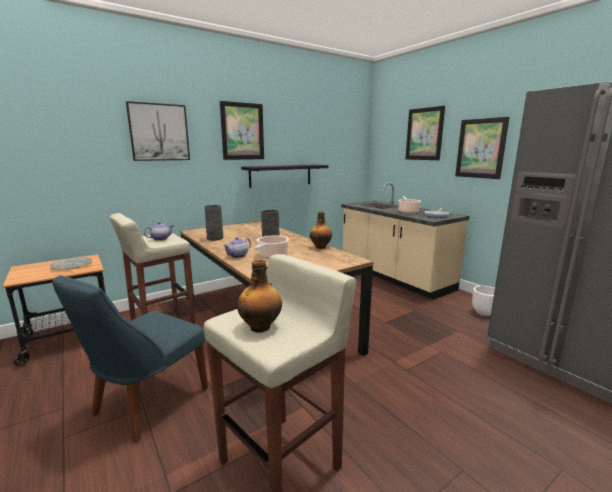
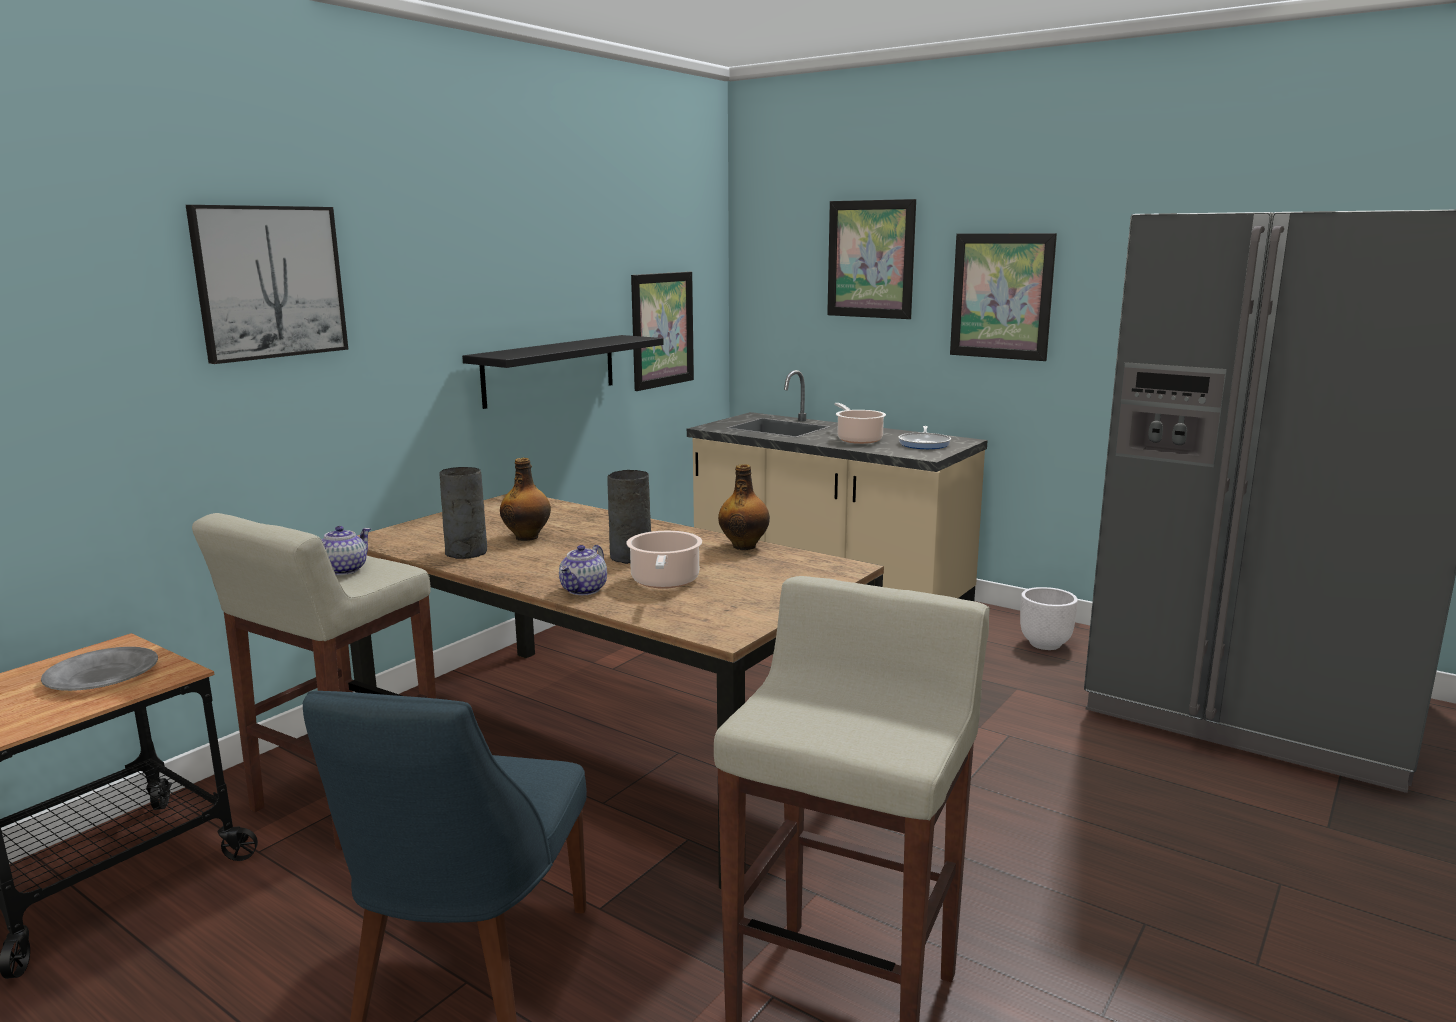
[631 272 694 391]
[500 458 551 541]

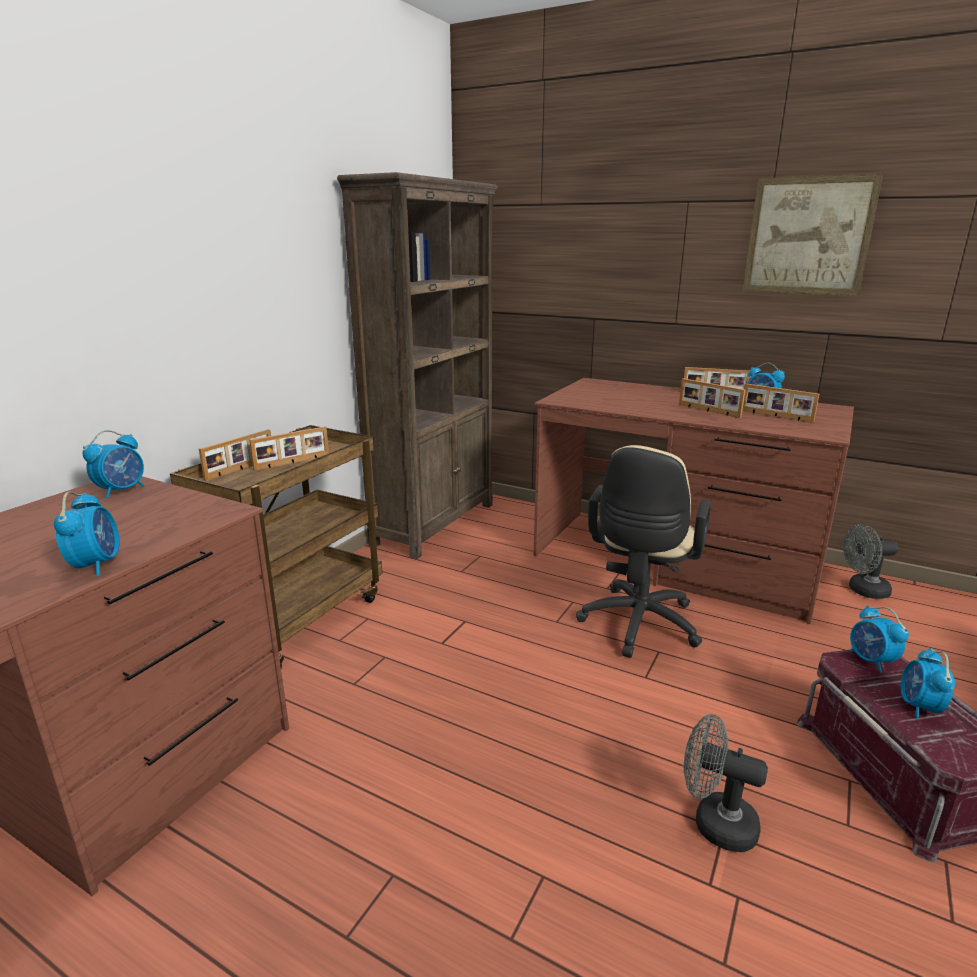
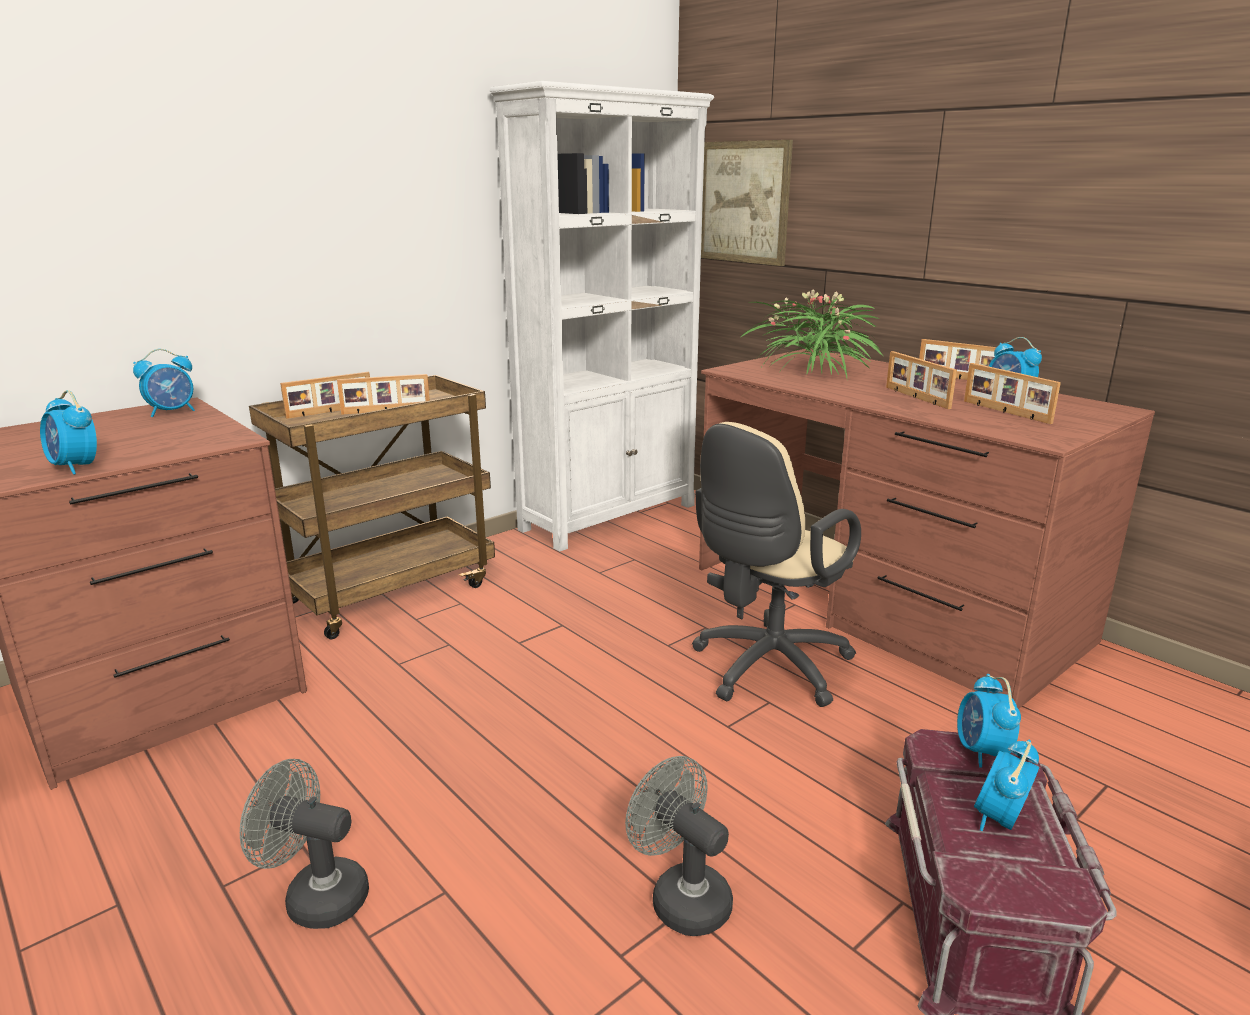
[490 81 714 552]
[701 140 793 266]
[40 390 97 475]
[240 759 369 929]
[741 289 884 378]

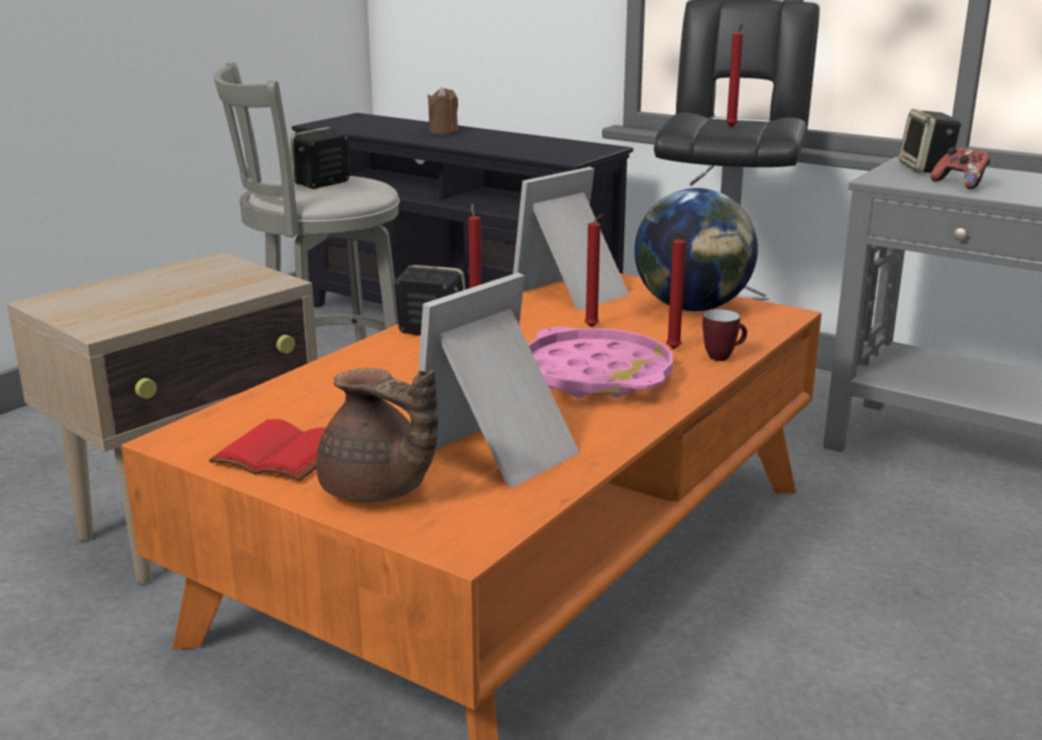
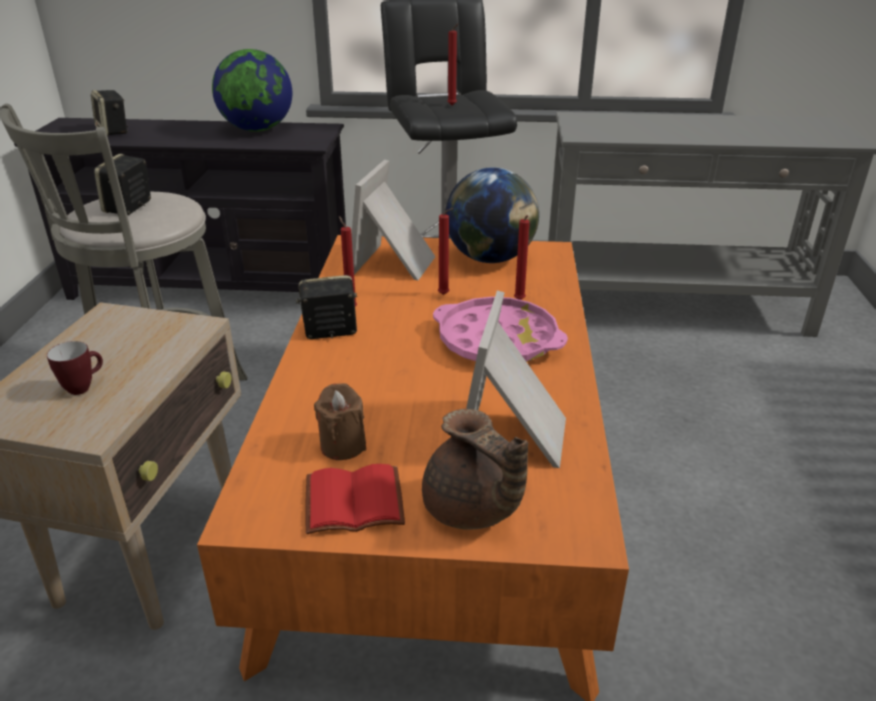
[314 383 366 460]
[91 90 128 136]
[931 147 990 189] (first image)
[47 341 103 395]
[422 409 529 530]
[212 49 292 132]

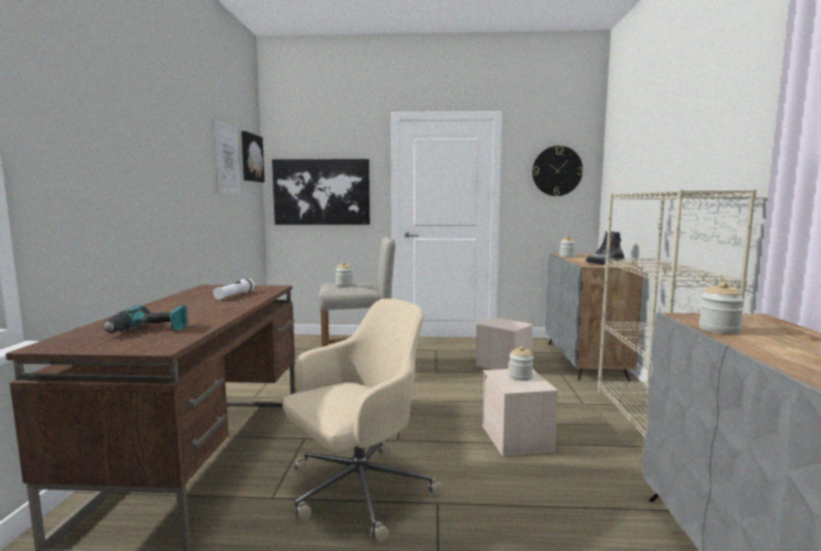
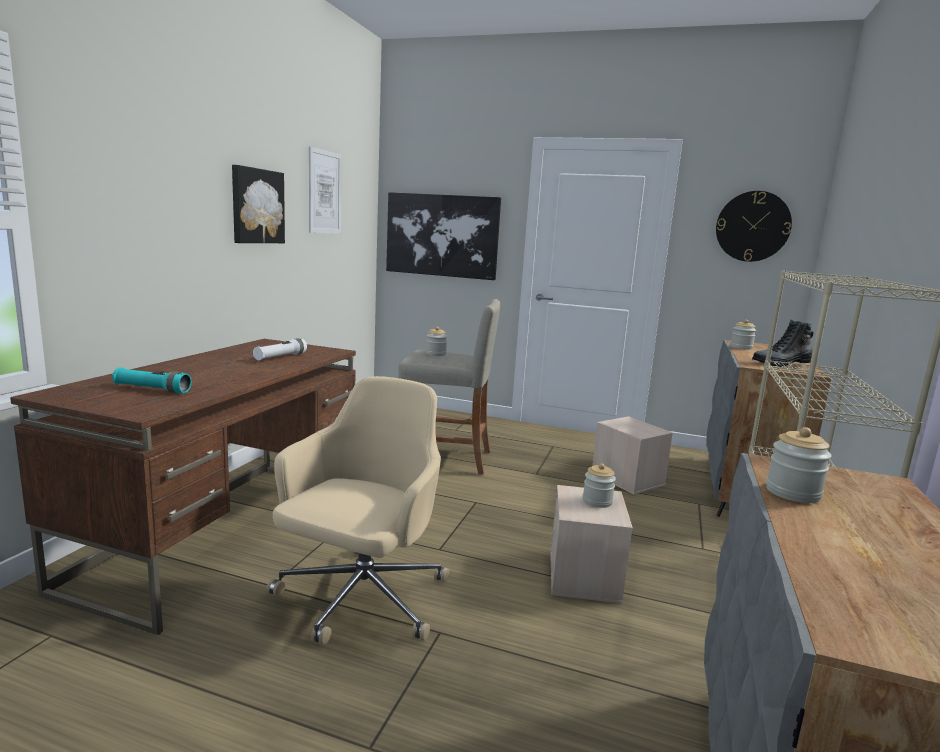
[232 165 285 243]
[266 376 449 645]
[112 367 192 393]

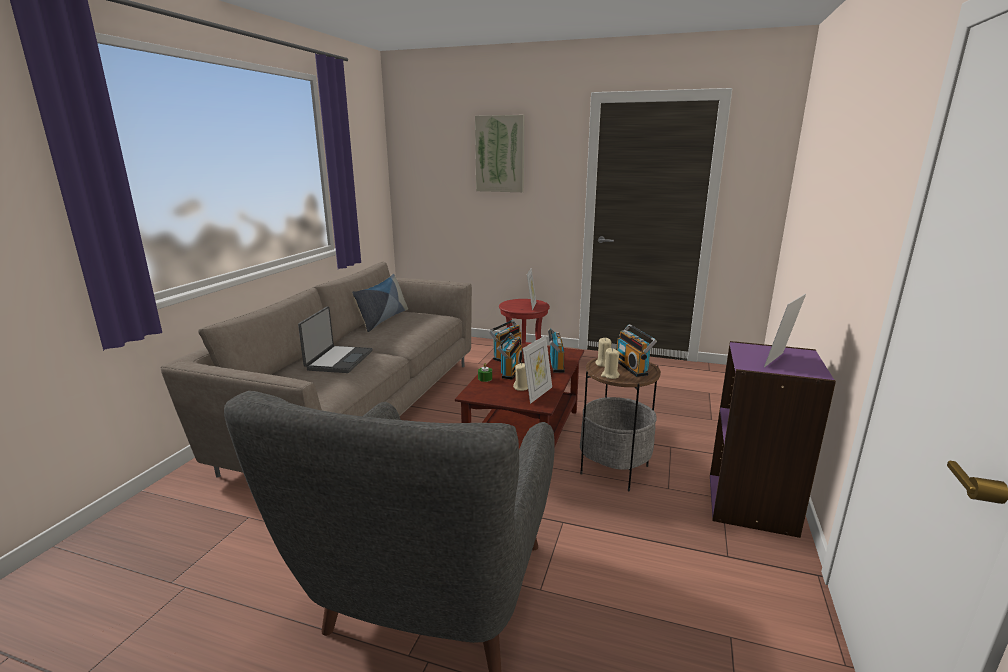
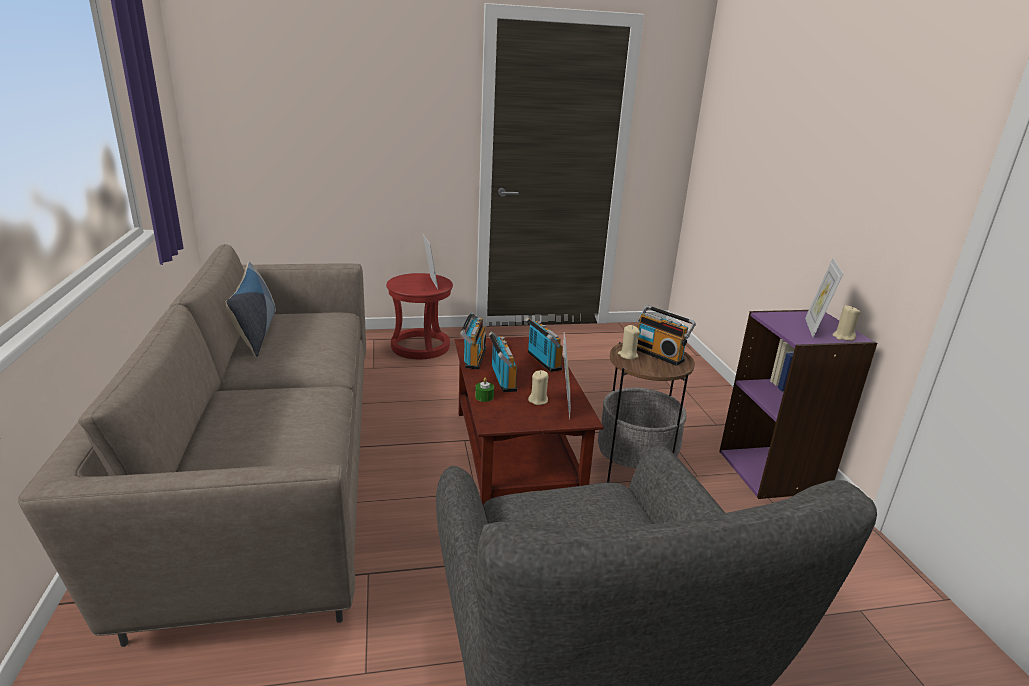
[475 115 524 192] (first image)
[298 306 373 373] (first image)
[833 305 861 341]

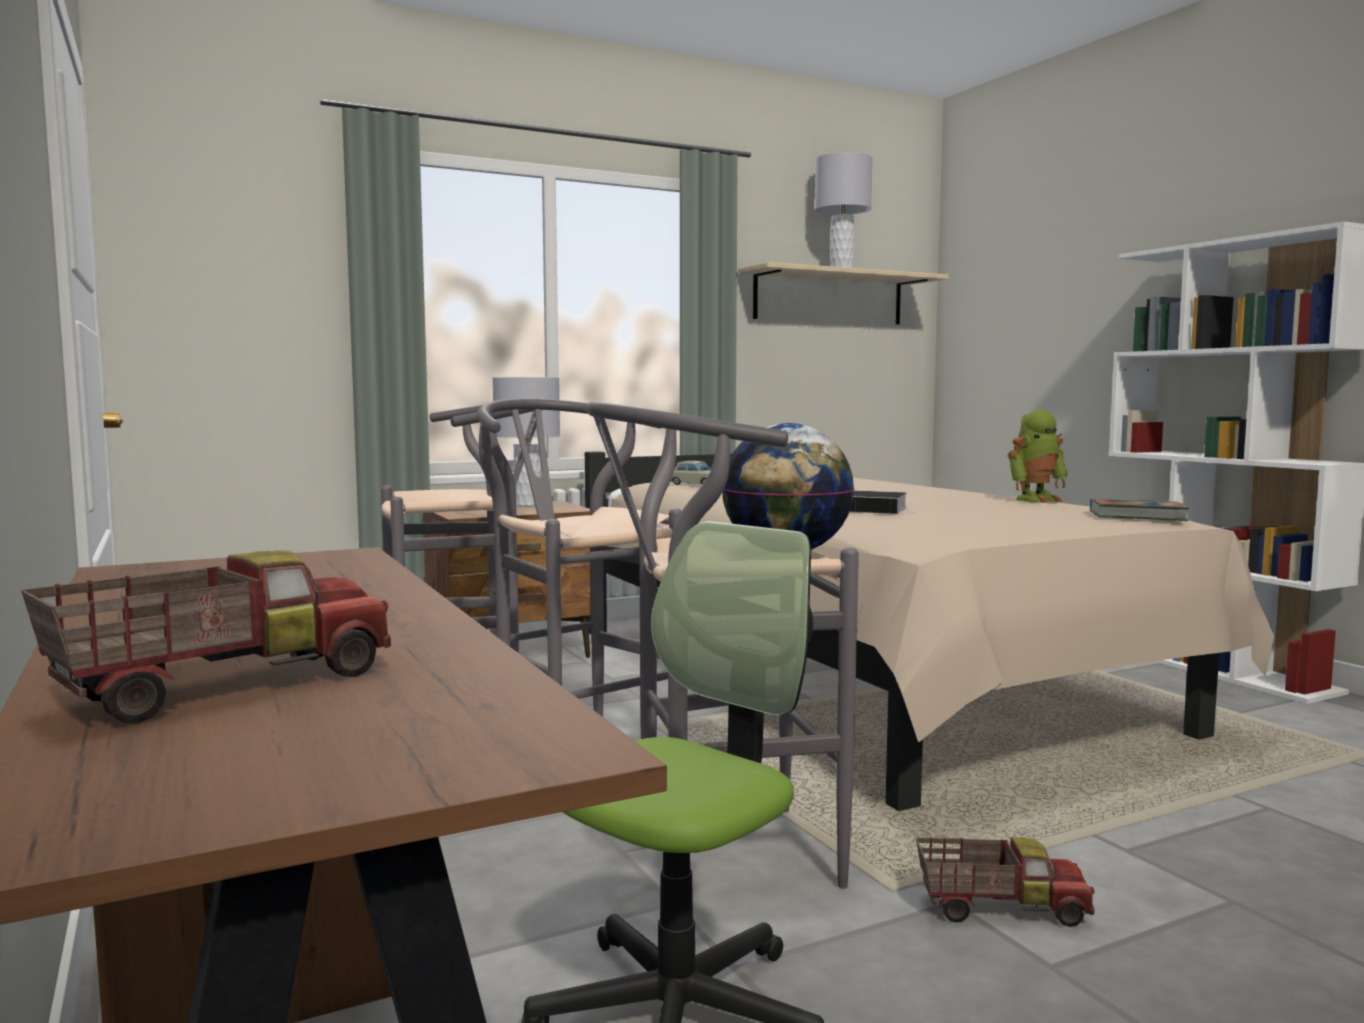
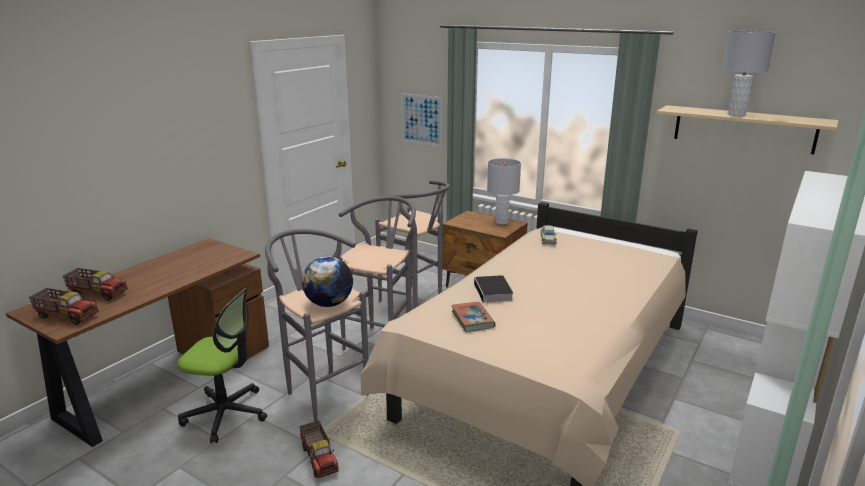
[1008 410 1068 503] (first image)
[451 302 496 332]
[401 93 442 147]
[29 288 99 325]

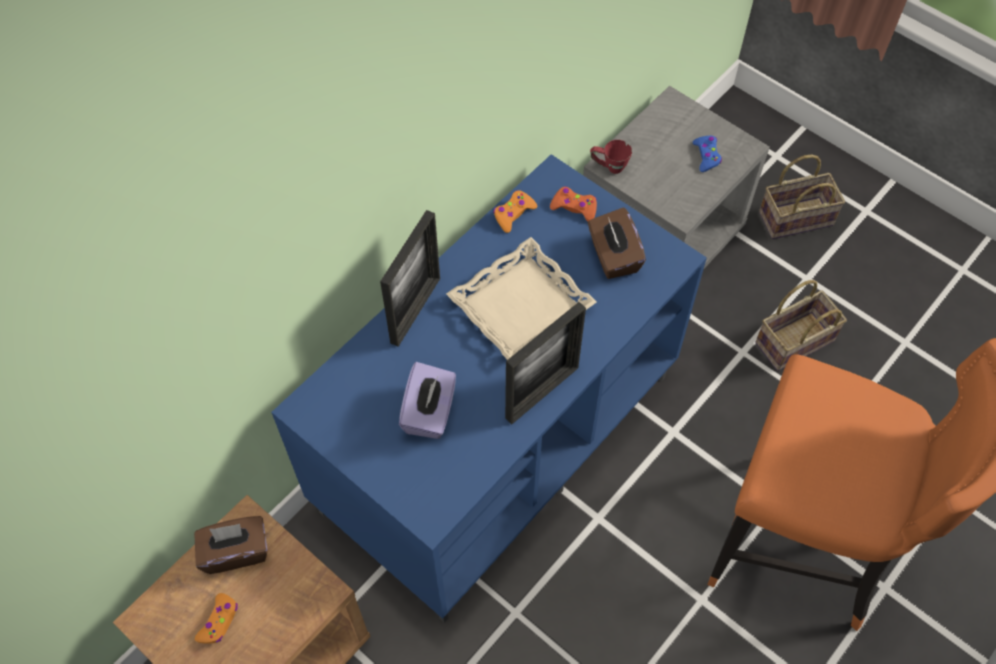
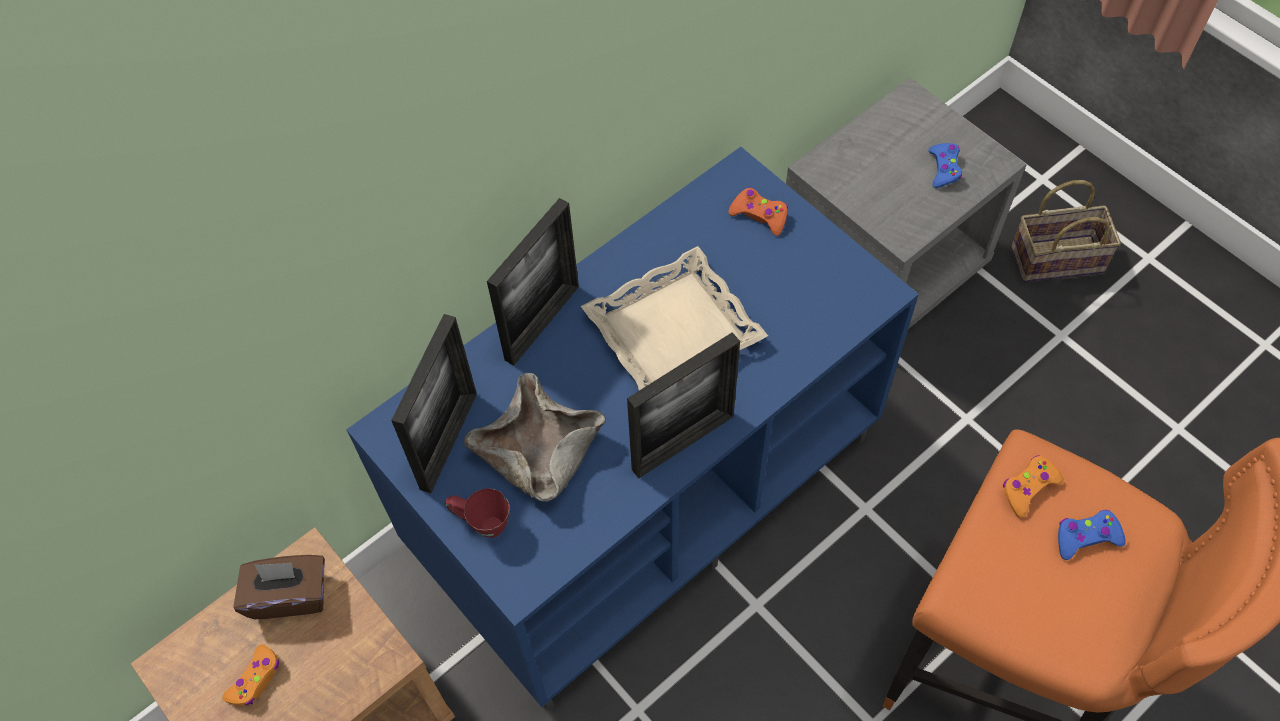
[445 488 510 538]
[1003 455 1064 518]
[588 207 646 279] (first image)
[755 280 847 371] (first image)
[464 373 606 502]
[391 314 477 493]
[1058 510 1126 560]

